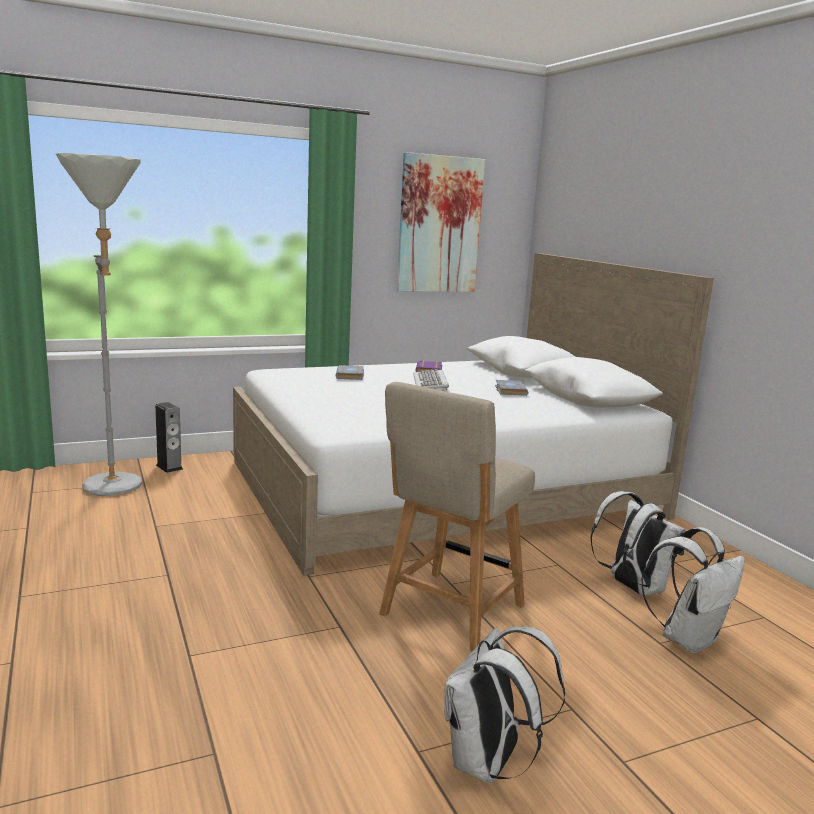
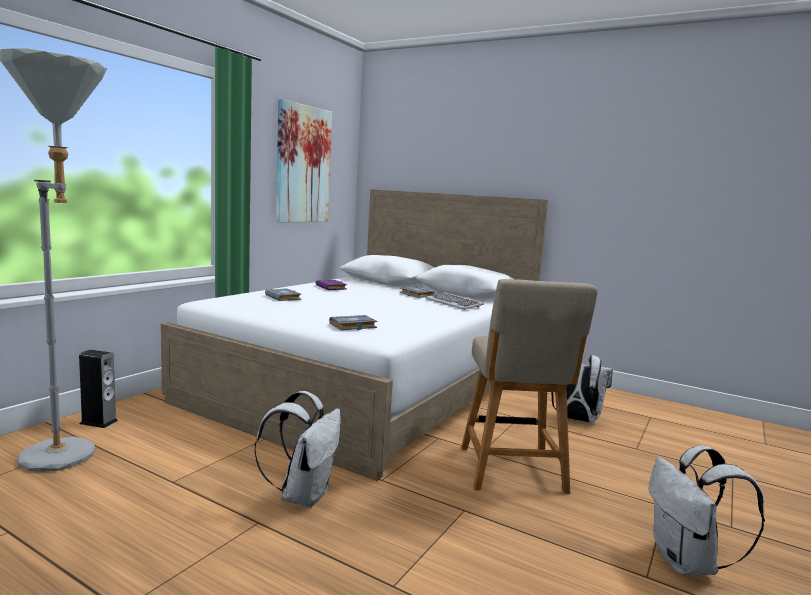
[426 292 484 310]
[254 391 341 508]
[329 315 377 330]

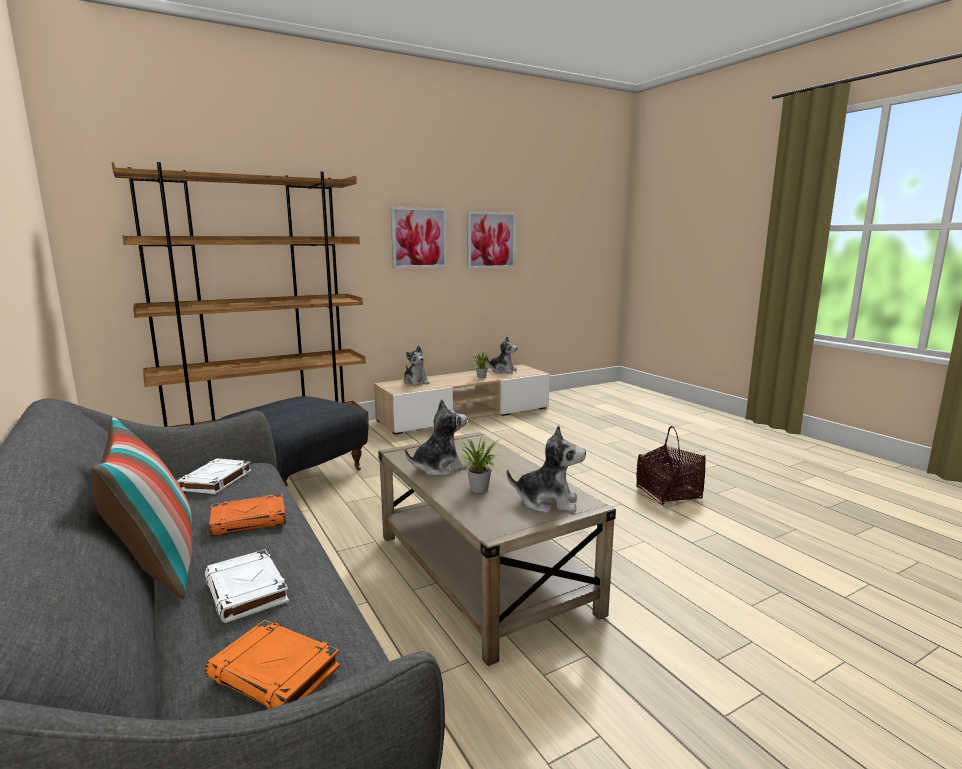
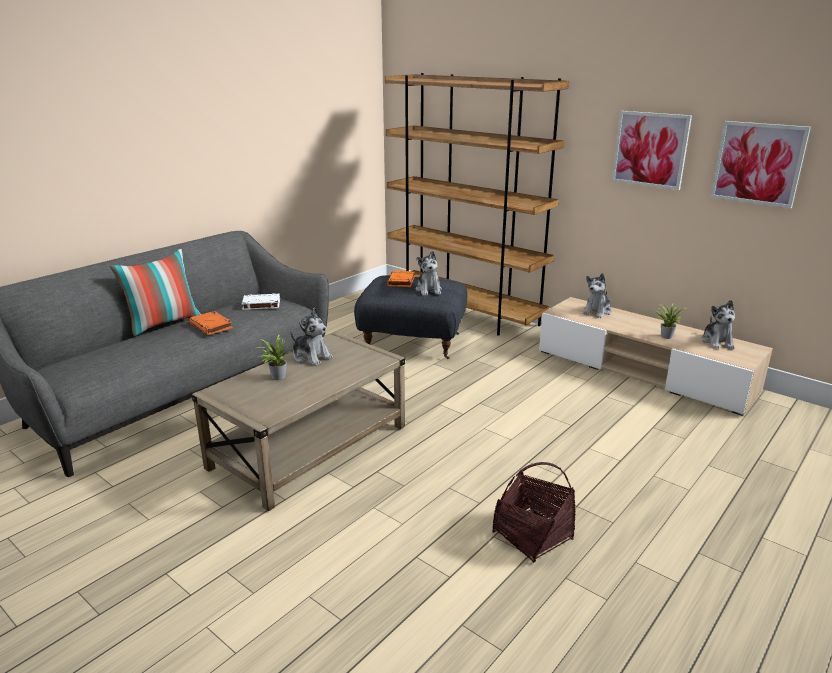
[416 251 442 296]
[204 549 289 623] (first image)
[387 270 415 287]

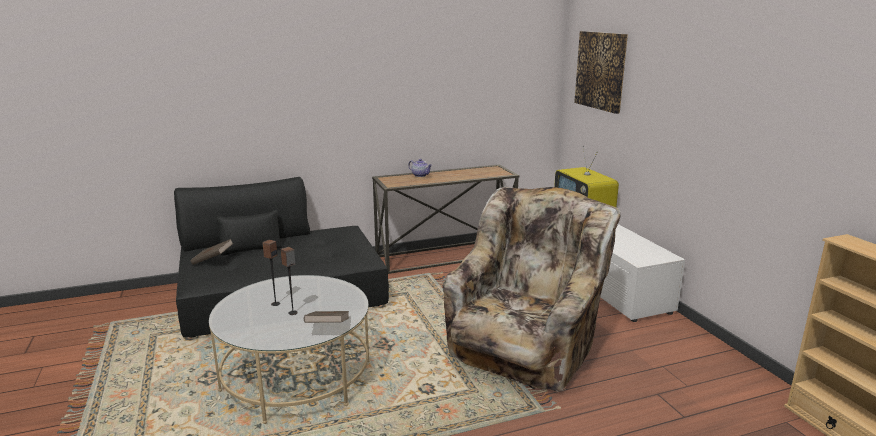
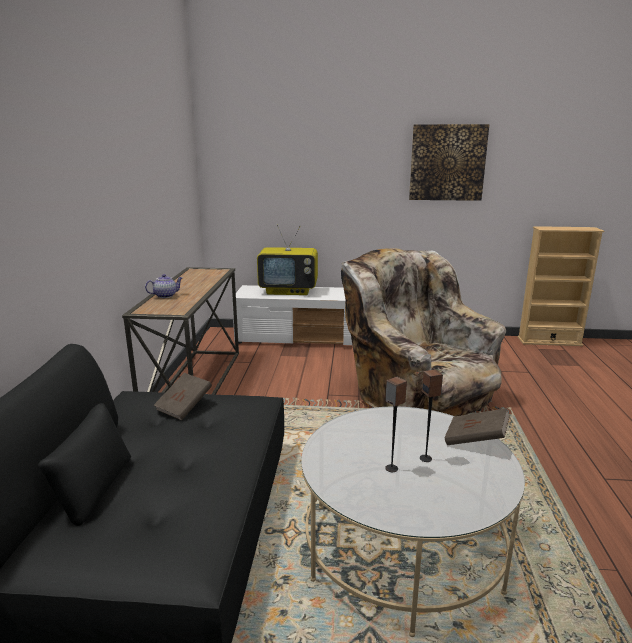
[409 124 489 201]
[154 373 212 420]

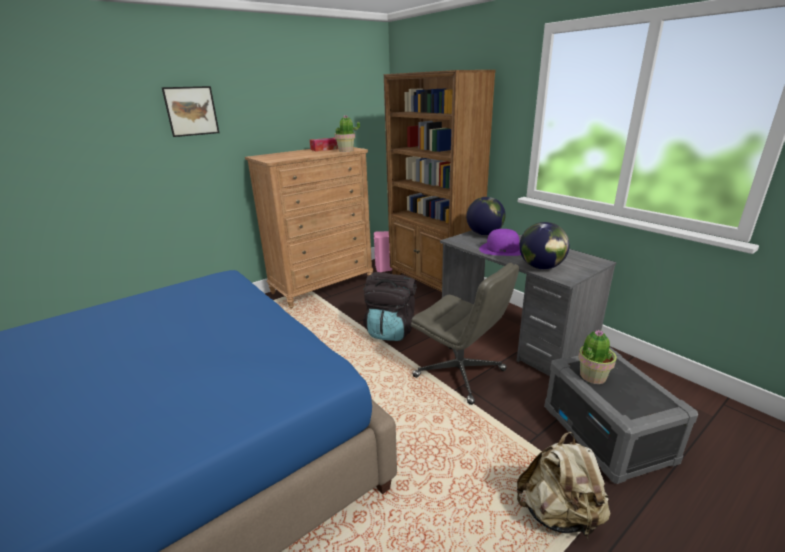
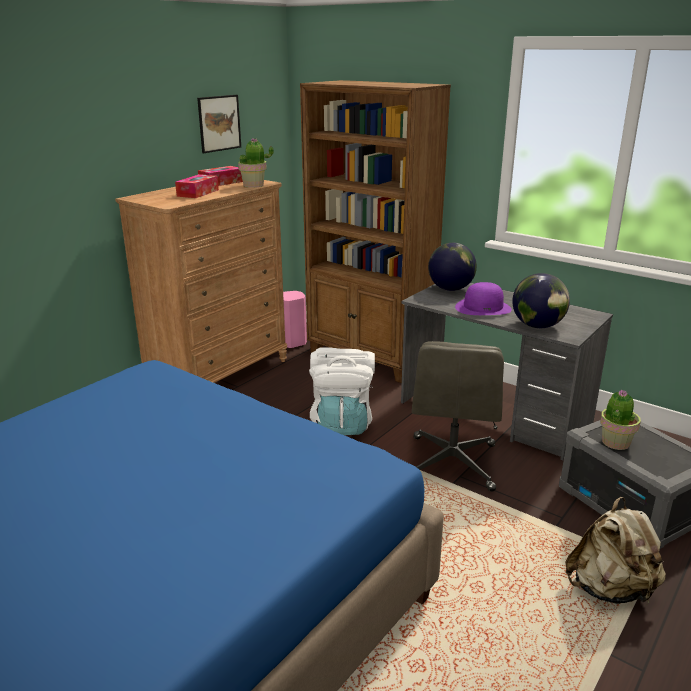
[197 95 241 153]
[412 341 504 492]
[309 347 375 435]
[175 174 219 198]

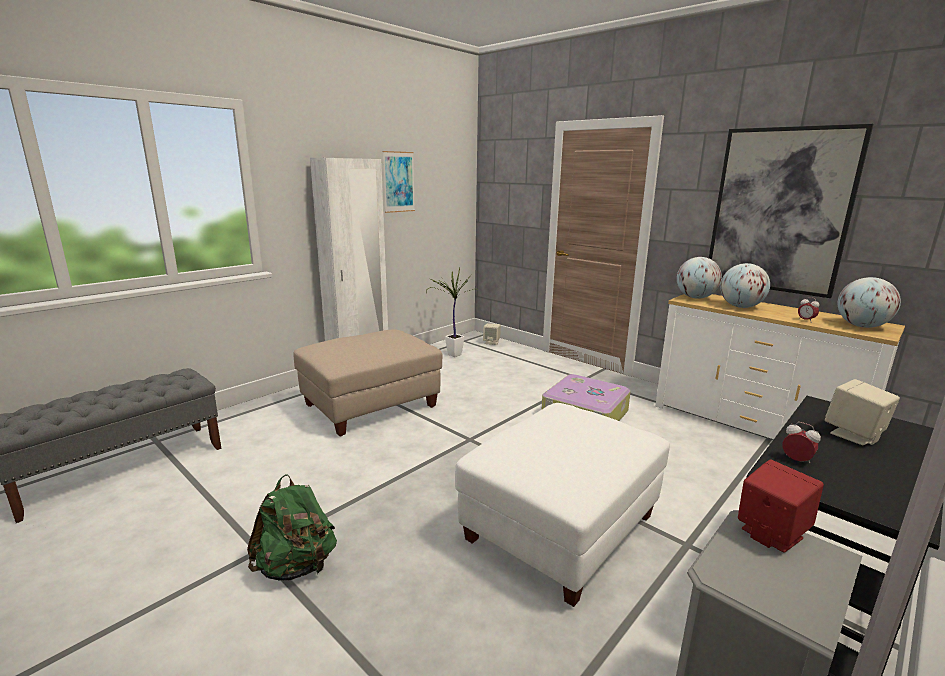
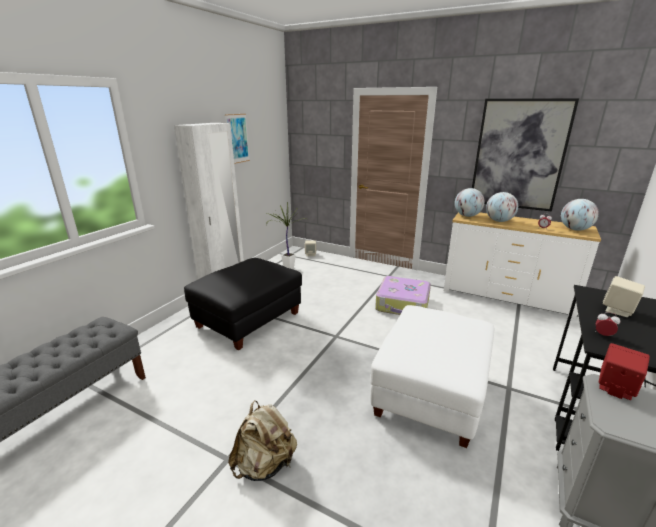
[184 258 302 350]
[228 400 297 481]

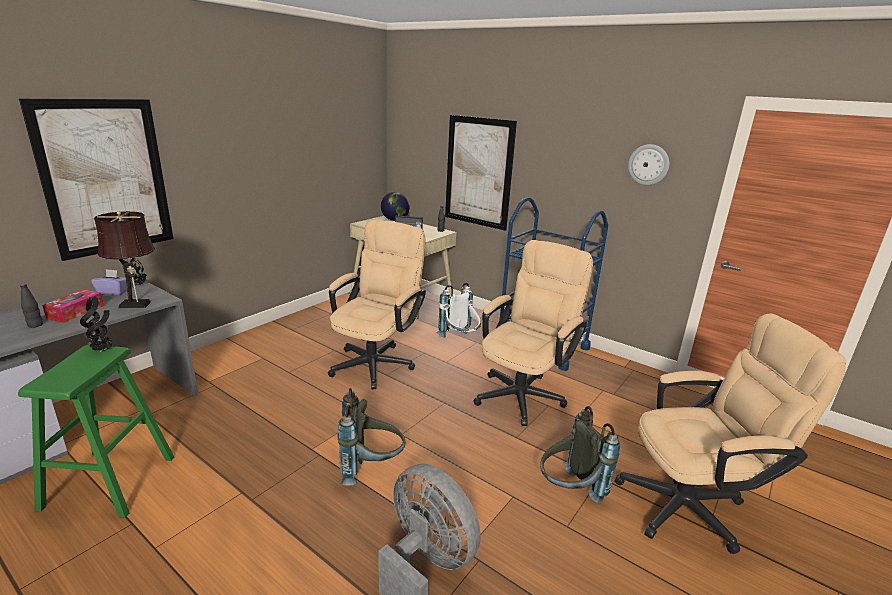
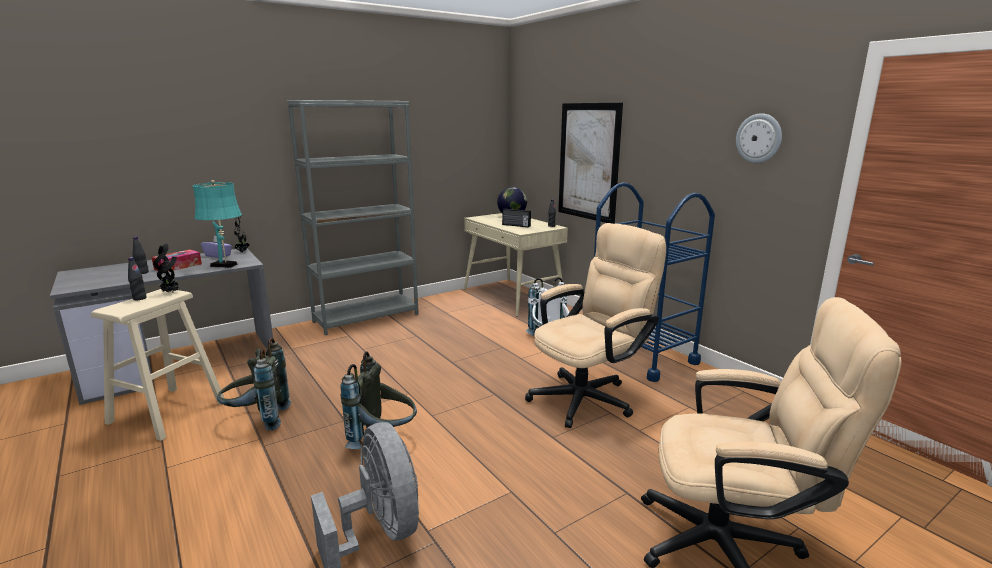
[19 99 174 261] (first image)
[193 180 242 268]
[328 220 426 390] (first image)
[91 289 224 441]
[217 338 291 431]
[287 100 419 335]
[128 257 147 300]

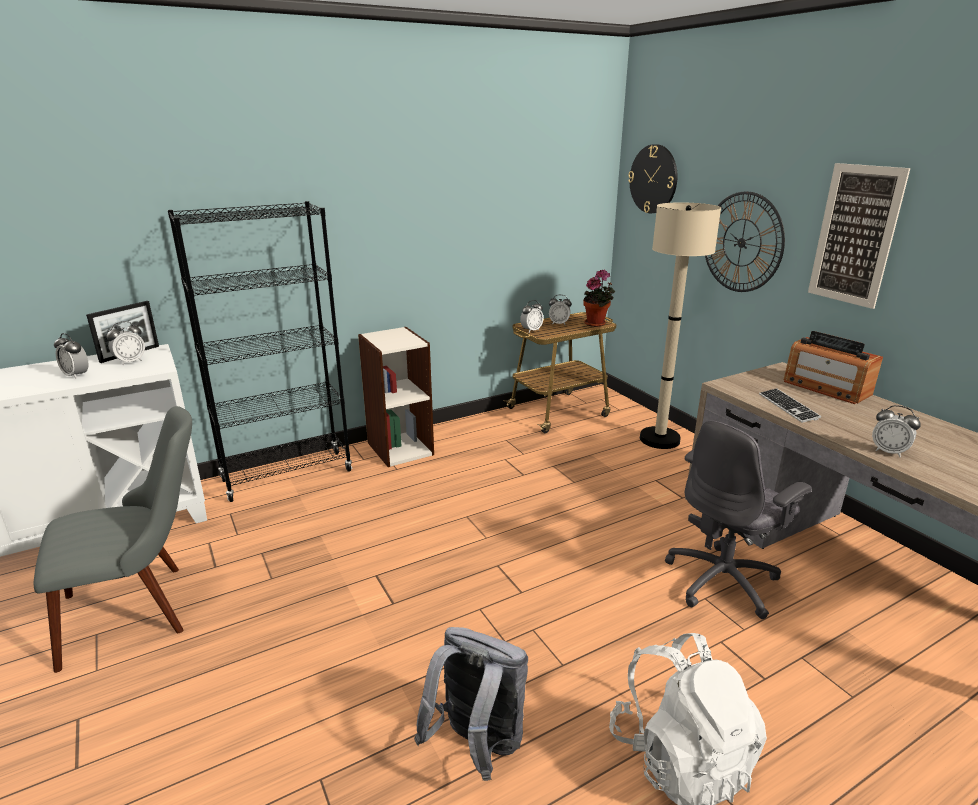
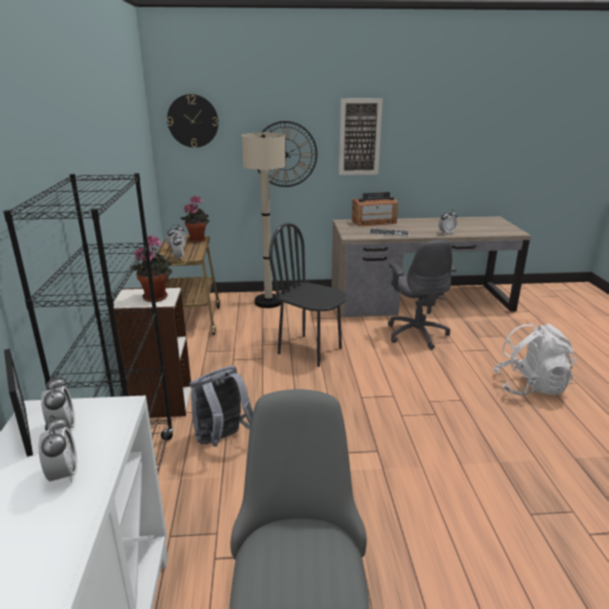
[39 415 78 483]
[189 366 253 447]
[269 222 347 367]
[130 235 172 302]

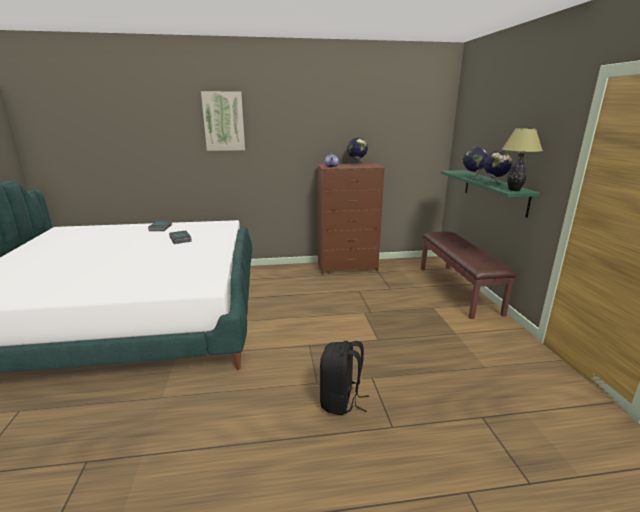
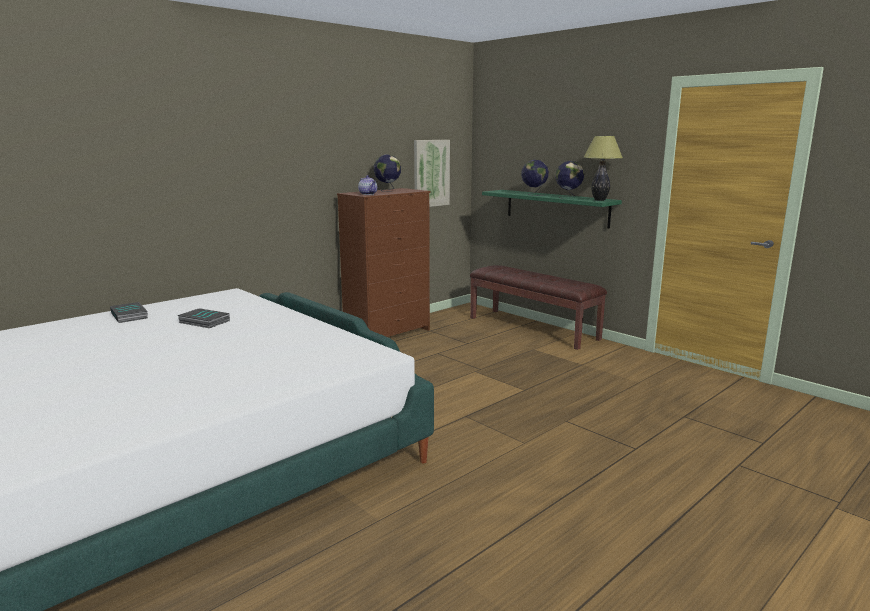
[414 140 450 207]
[320 341 369 415] (first image)

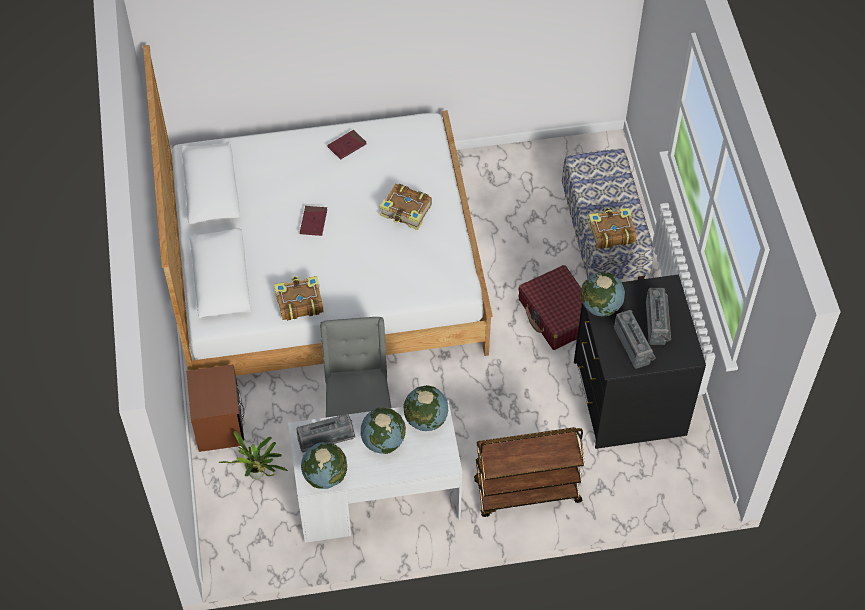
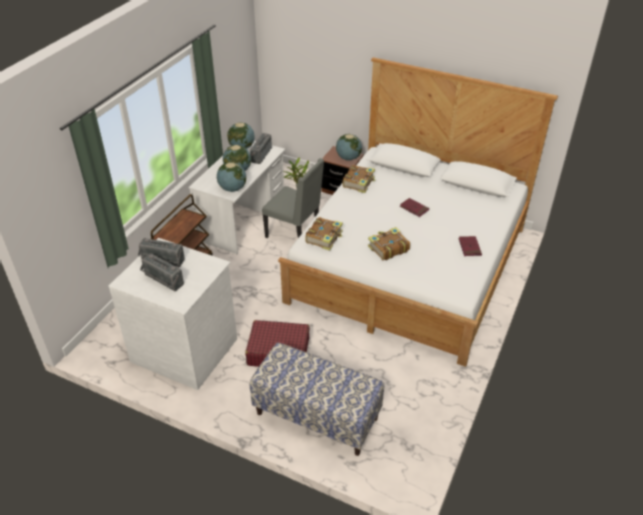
[305 217 343 251]
[336 134 362 160]
[109 238 237 390]

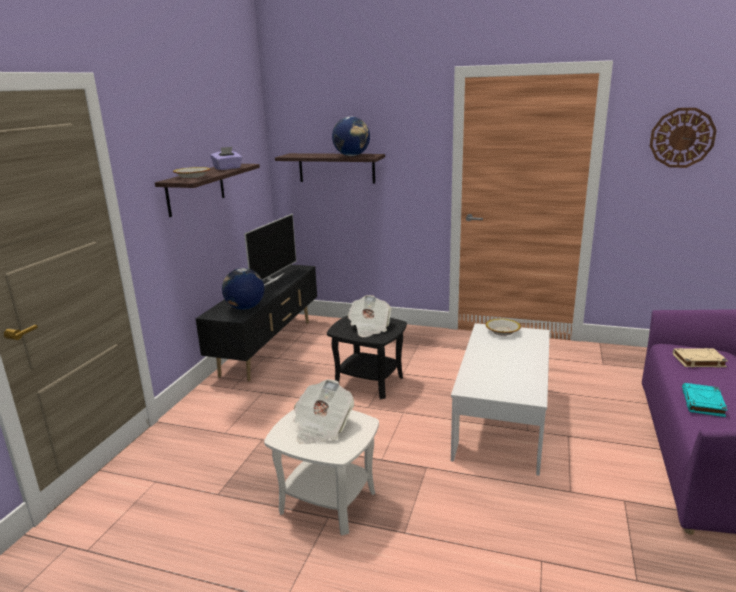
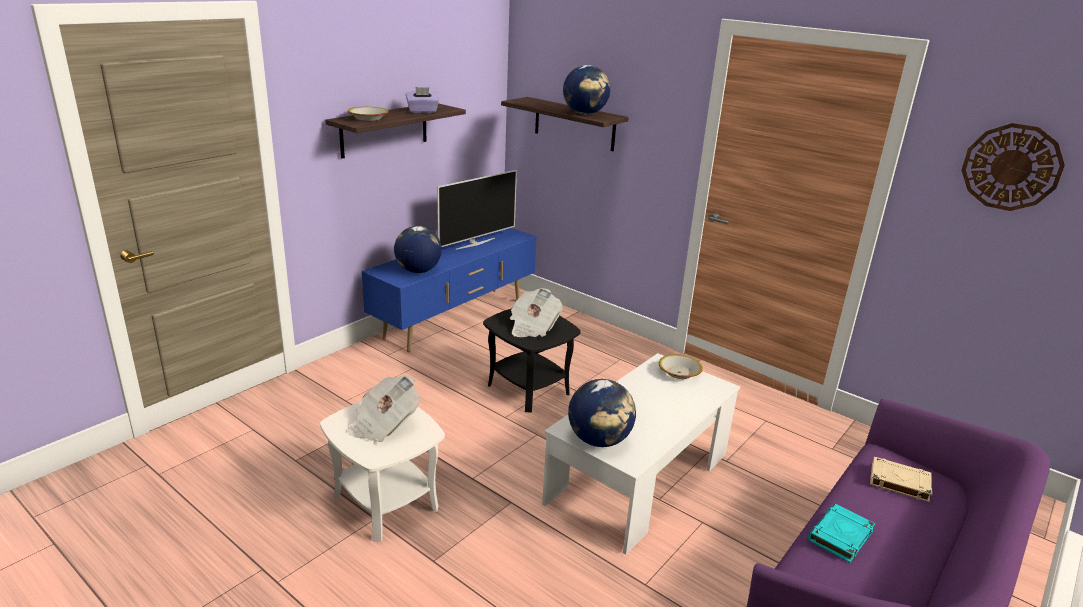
[362 228 537 352]
[568 379 636 447]

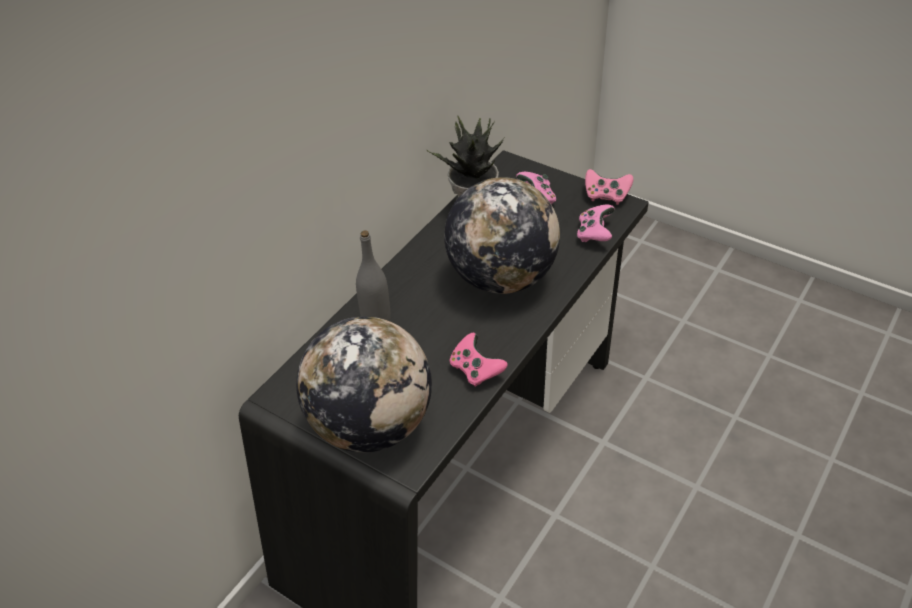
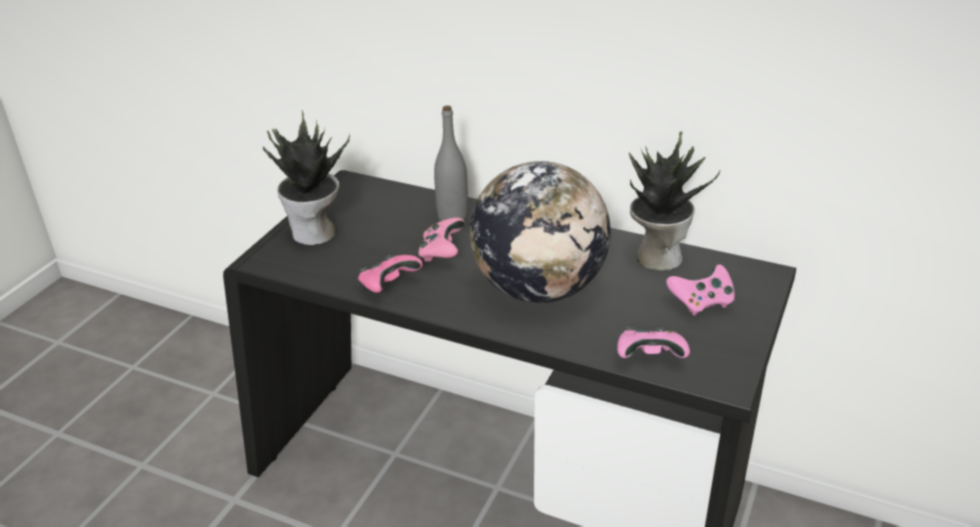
[419 218 465 262]
[263 111 350 245]

